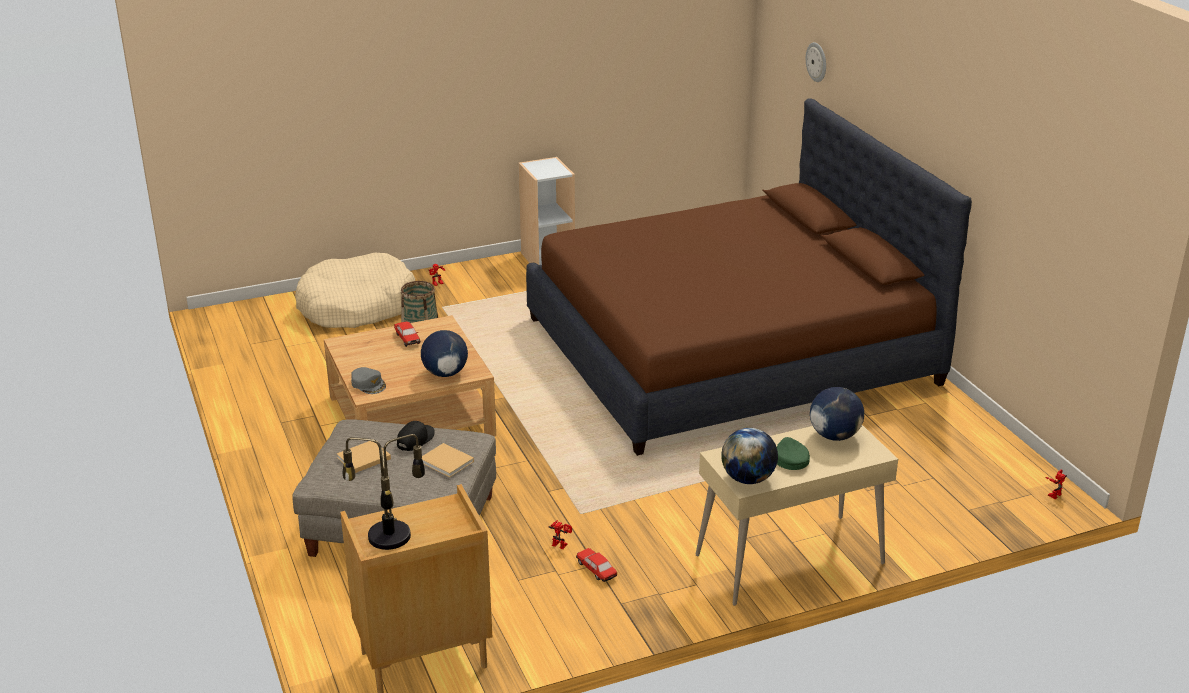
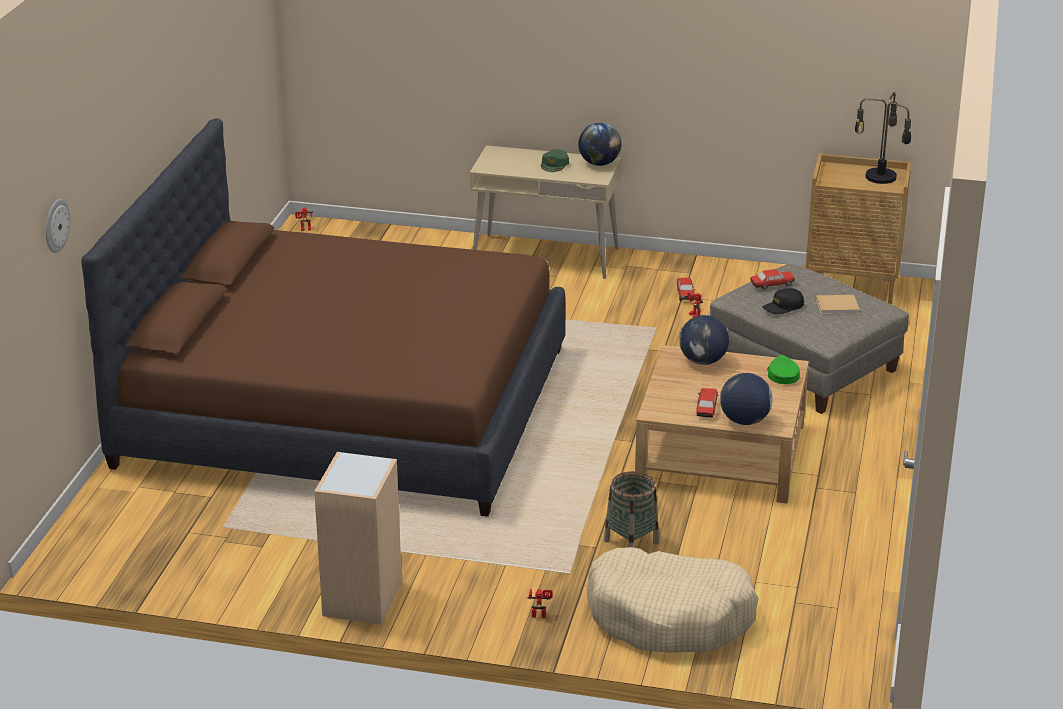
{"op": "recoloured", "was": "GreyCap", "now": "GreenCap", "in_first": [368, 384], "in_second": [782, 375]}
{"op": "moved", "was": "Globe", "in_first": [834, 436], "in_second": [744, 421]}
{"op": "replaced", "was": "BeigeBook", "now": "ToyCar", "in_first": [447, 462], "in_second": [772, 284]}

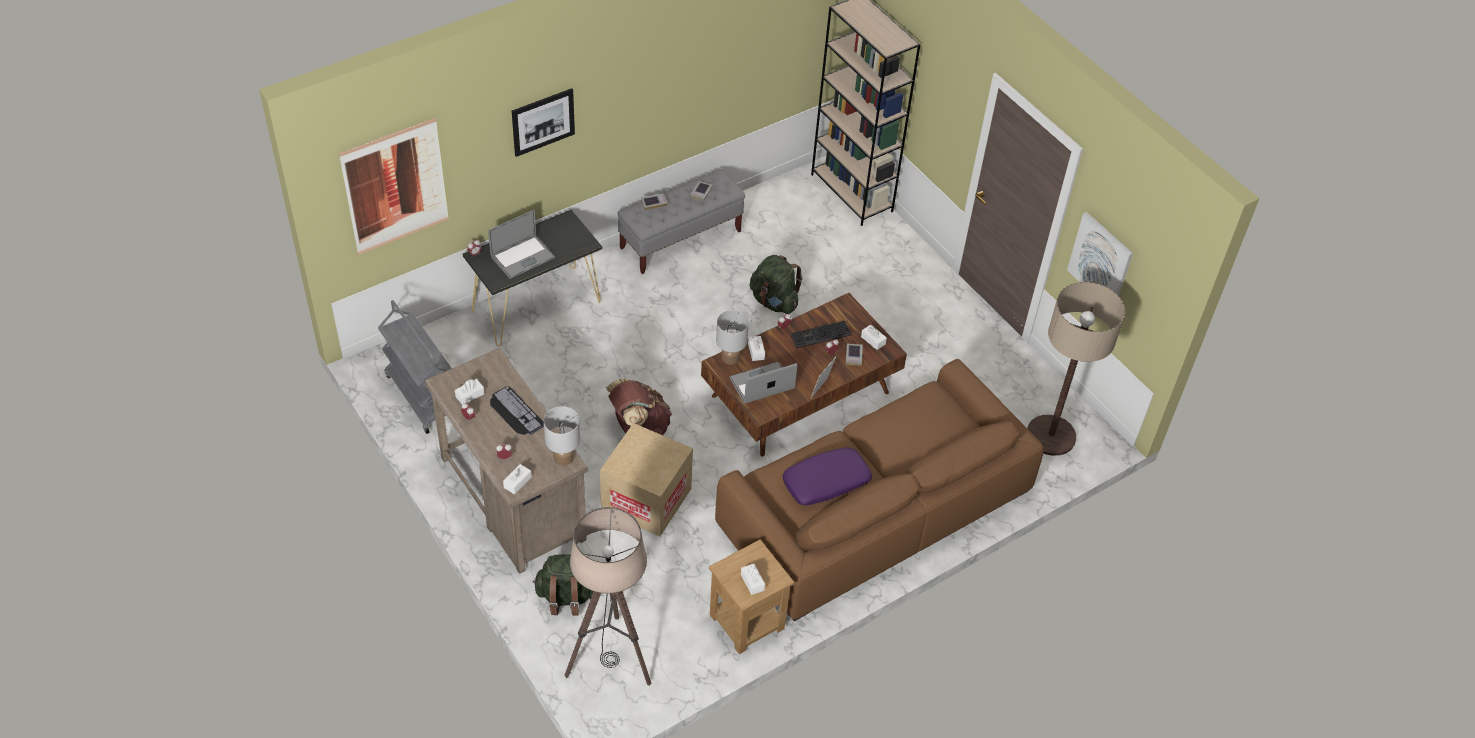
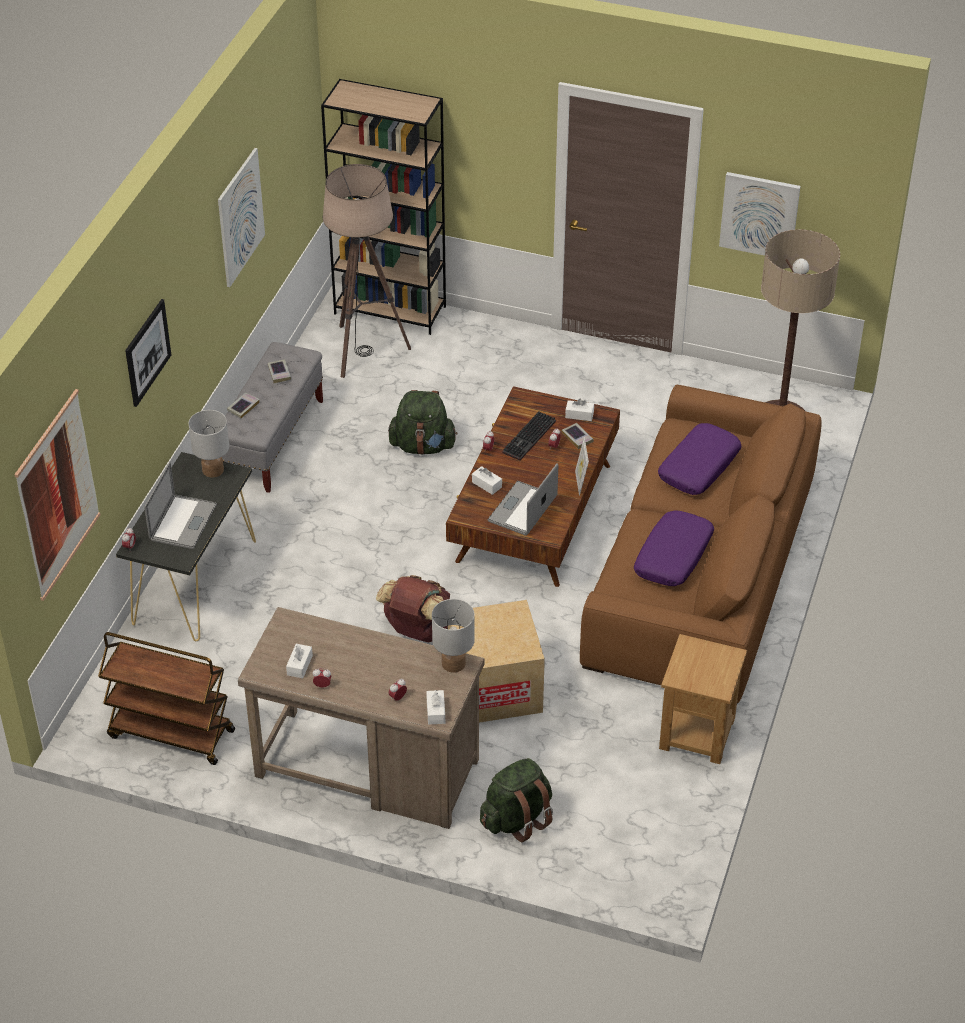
{"op": "recoloured", "was": "GreyCart", "now": "BrownCart", "in_first": [421, 396], "in_second": [170, 734]}
{"op": "moved", "was": "GreyTableLamp", "in_first": [730, 358], "in_second": [213, 470]}
{"op": "removed", "was": "Keyboard", "in_first": [514, 412]}
{"op": "moved", "was": "FloorLamp", "in_first": [611, 658], "in_second": [364, 350]}
{"op": "removed", "was": "WhiteTissueBox", "in_first": [752, 582]}
{"op": "added", "now": "Picture", "in_second": [240, 217]}
{"op": "added", "now": "PurplePillow", "in_second": [698, 466]}

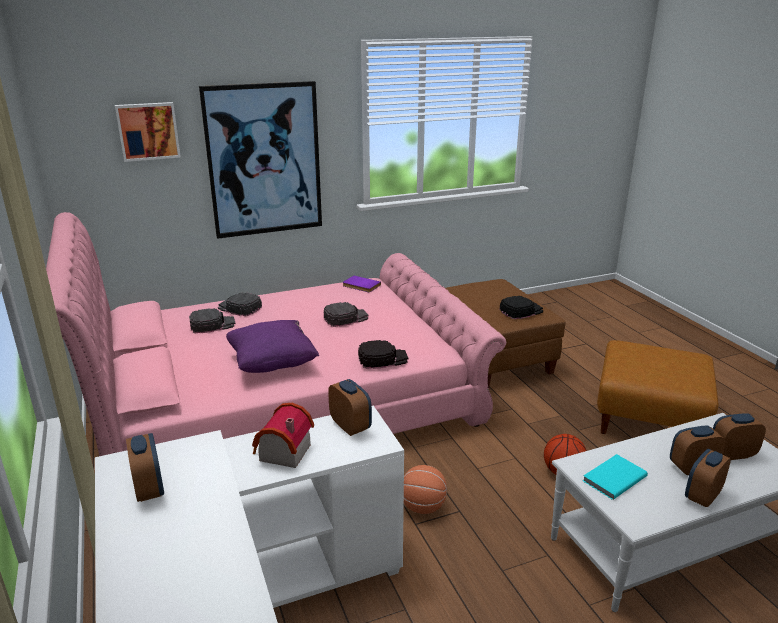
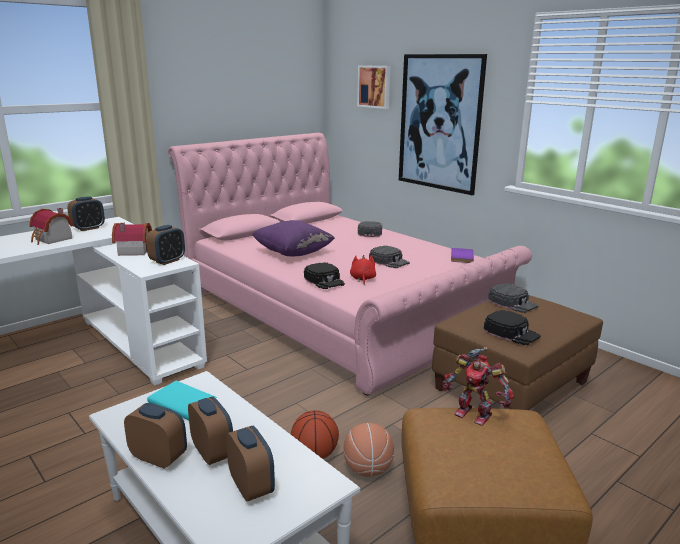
{"op": "moved", "was": "BlackCap", "in_first": [212, 324], "in_second": [513, 303]}
{"op": "moved", "was": "Basketball", "in_first": [422, 507], "in_second": [367, 469]}
{"op": "added", "now": "ToyHouse", "in_second": [52, 239]}
{"op": "added", "now": "RedPlushToy", "in_second": [362, 279]}
{"op": "added", "now": "ToyRobot", "in_second": [474, 413]}

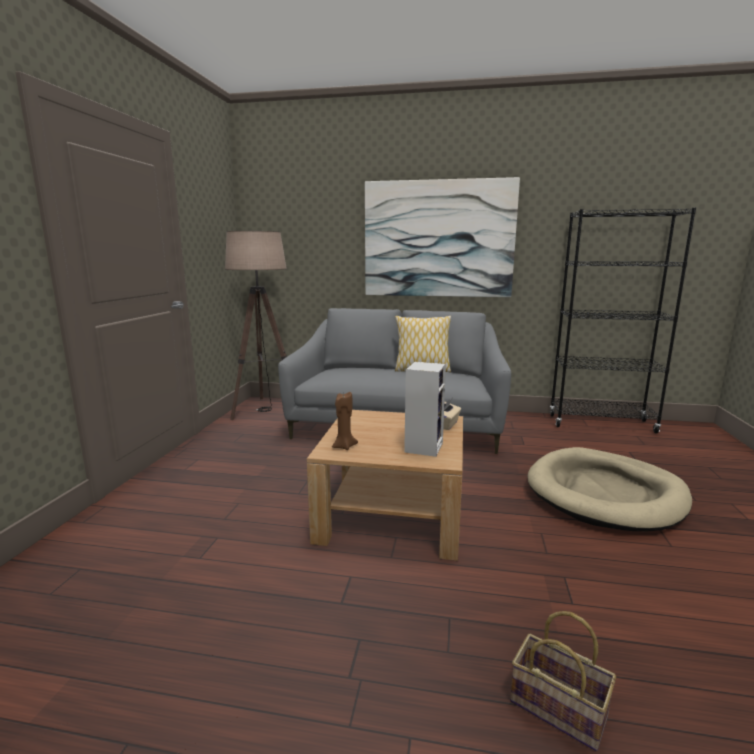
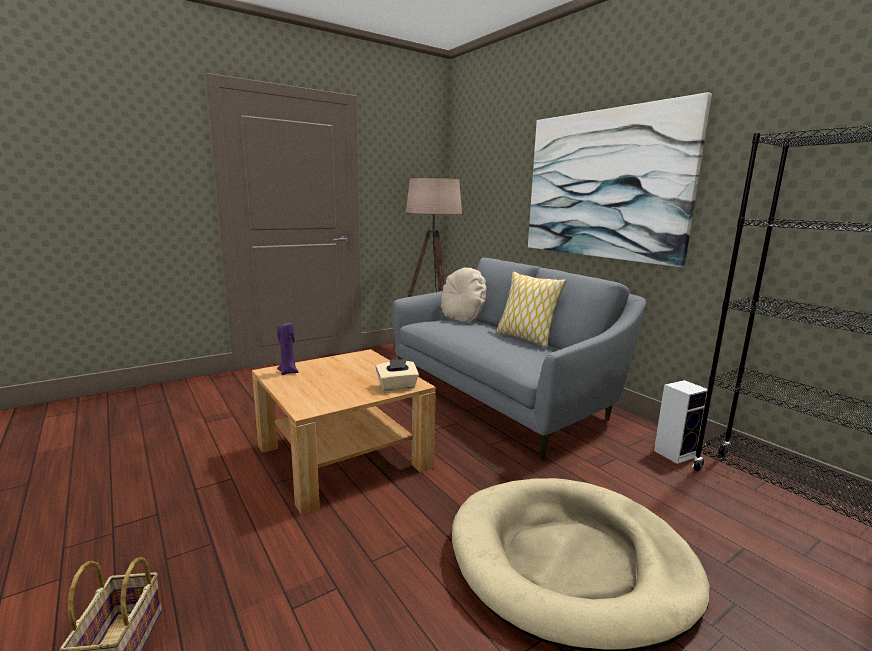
{"op": "moved", "was": "Speaker", "in_first": [423, 447], "in_second": [675, 453]}
{"op": "recoloured", "was": "BrownCandle", "now": "PurpleCandle", "in_first": [344, 446], "in_second": [288, 372]}
{"op": "added", "now": "BeigePillow", "in_second": [462, 320]}

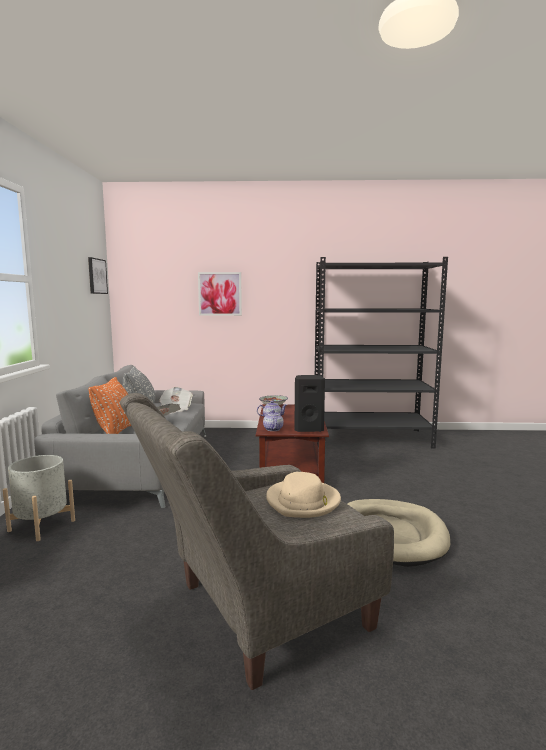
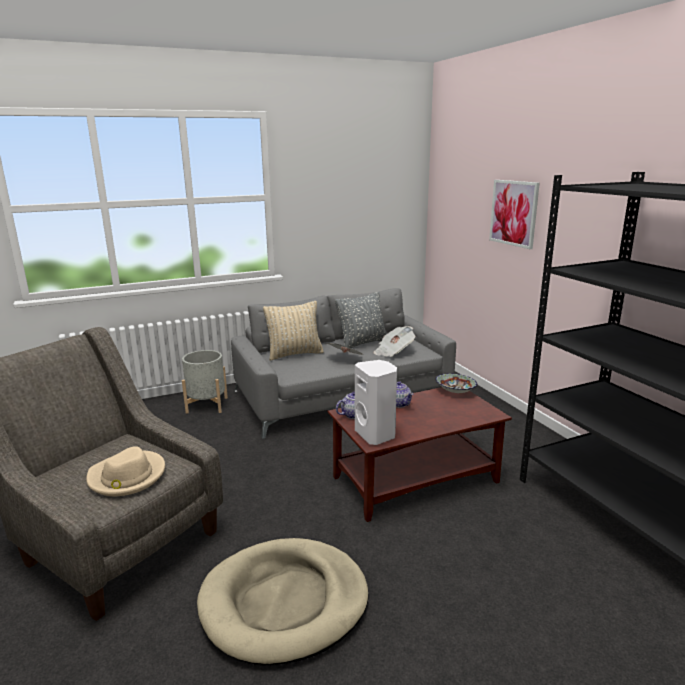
{"op": "removed", "was": "Picture", "in_first": [96, 276]}
{"op": "recoloured", "was": "BlackSpeaker", "now": "WhiteSpeaker", "in_first": [308, 429], "in_second": [376, 435]}
{"op": "recoloured", "was": "OrangePillow", "now": "BeigePillow", "in_first": [116, 432], "in_second": [295, 354]}

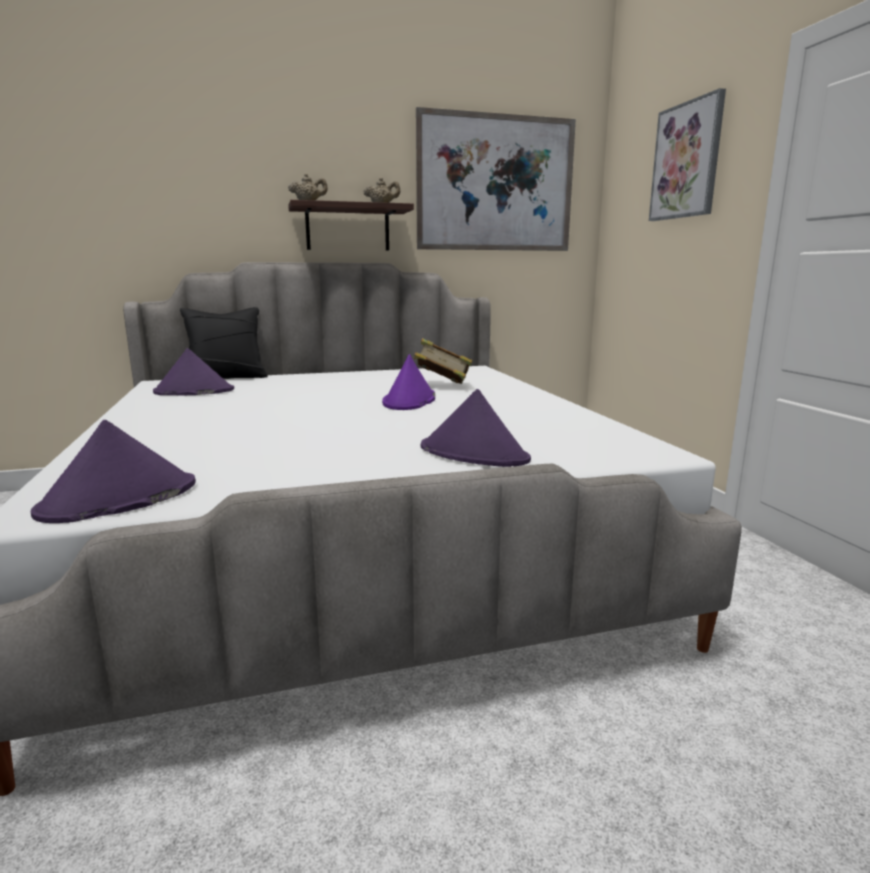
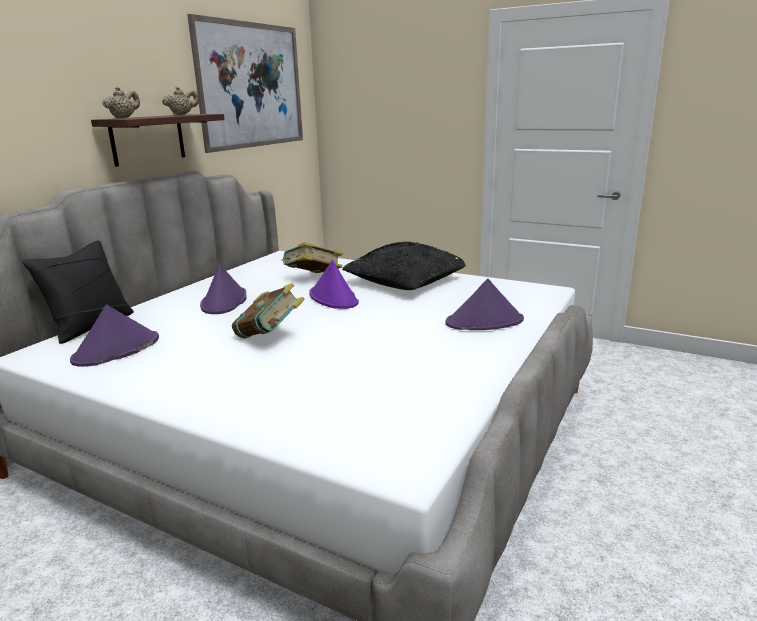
{"op": "removed", "was": "Picture", "in_first": [686, 161]}
{"op": "moved", "was": "PurpleHat", "in_first": [119, 499], "in_second": [224, 302]}
{"op": "added", "now": "BlackPillow", "in_second": [406, 281]}
{"op": "added", "now": "Book", "in_second": [270, 337]}

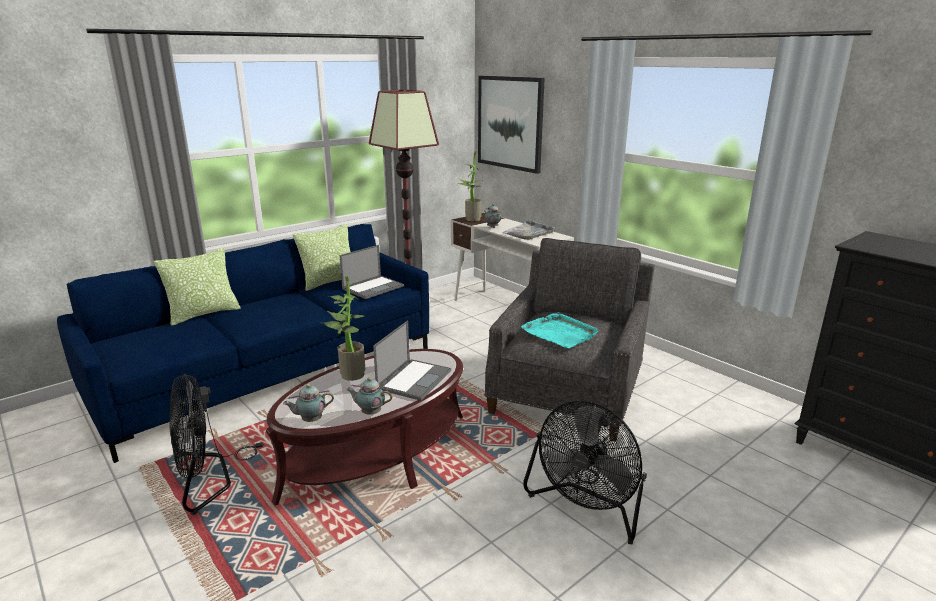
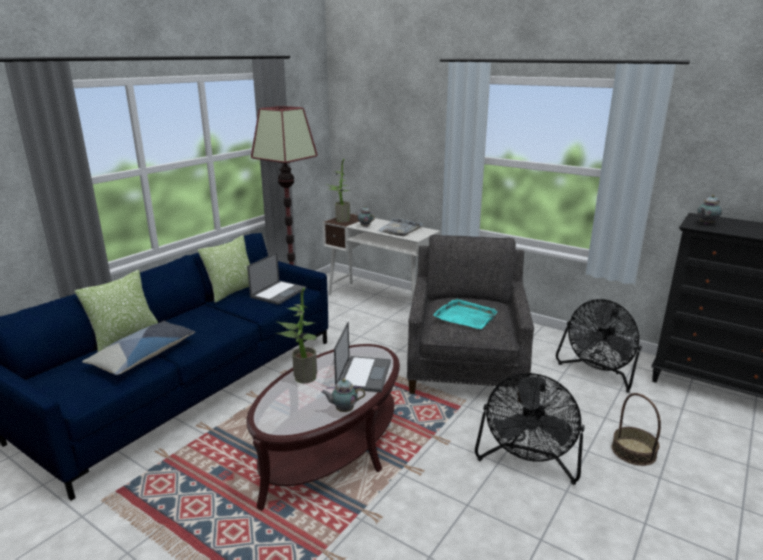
{"op": "removed", "was": "Picture", "in_first": [510, 123]}
{"op": "moved", "was": "BlackFan", "in_first": [209, 474], "in_second": [596, 370]}
{"op": "moved", "was": "Teapot", "in_first": [310, 420], "in_second": [705, 224]}
{"op": "added", "now": "Pillow", "in_second": [144, 356]}
{"op": "added", "now": "Basket", "in_second": [633, 451]}

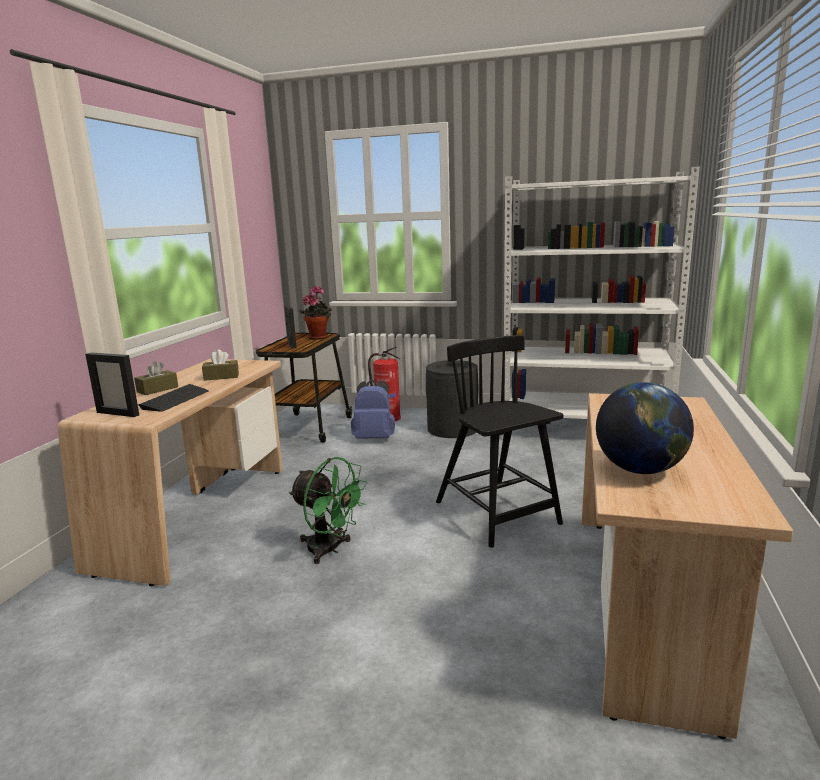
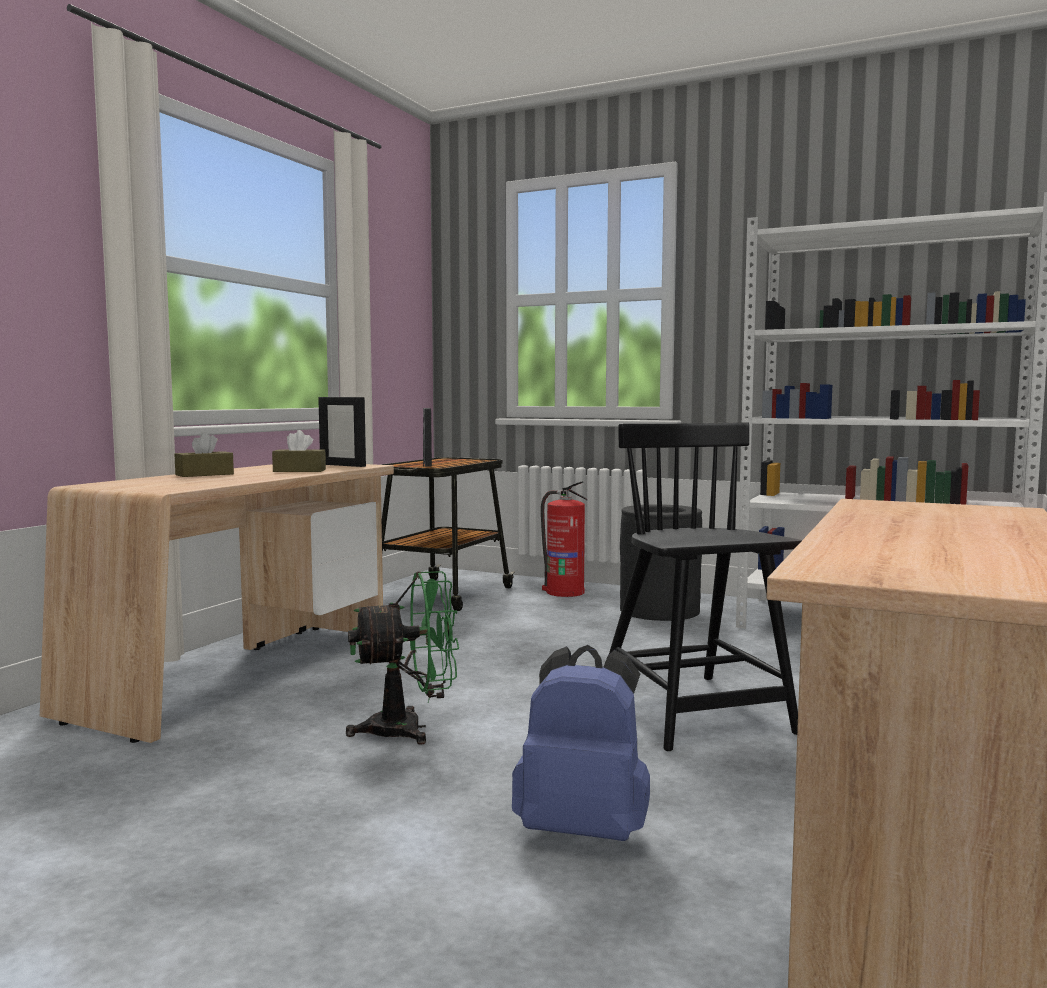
{"op": "removed", "was": "PottedPlant", "in_first": [319, 337]}
{"op": "moved", "was": "PictureFrame", "in_first": [118, 413], "in_second": [343, 465]}
{"op": "moved", "was": "BlueBackpack", "in_first": [374, 438], "in_second": [584, 829]}
{"op": "removed", "was": "Globe", "in_first": [640, 470]}
{"op": "removed", "was": "Keyboard", "in_first": [175, 399]}
{"op": "turned", "was": "GreenFan", "in_first": [330, 550], "in_second": [409, 729], "clockwise": -60}

